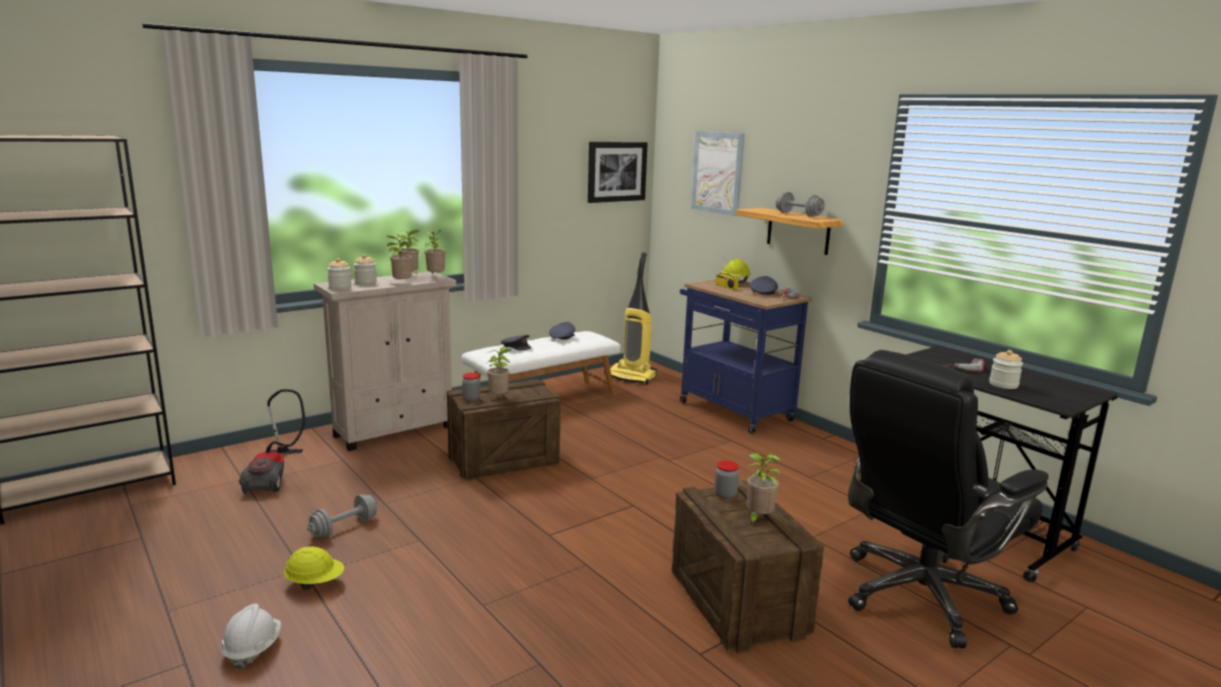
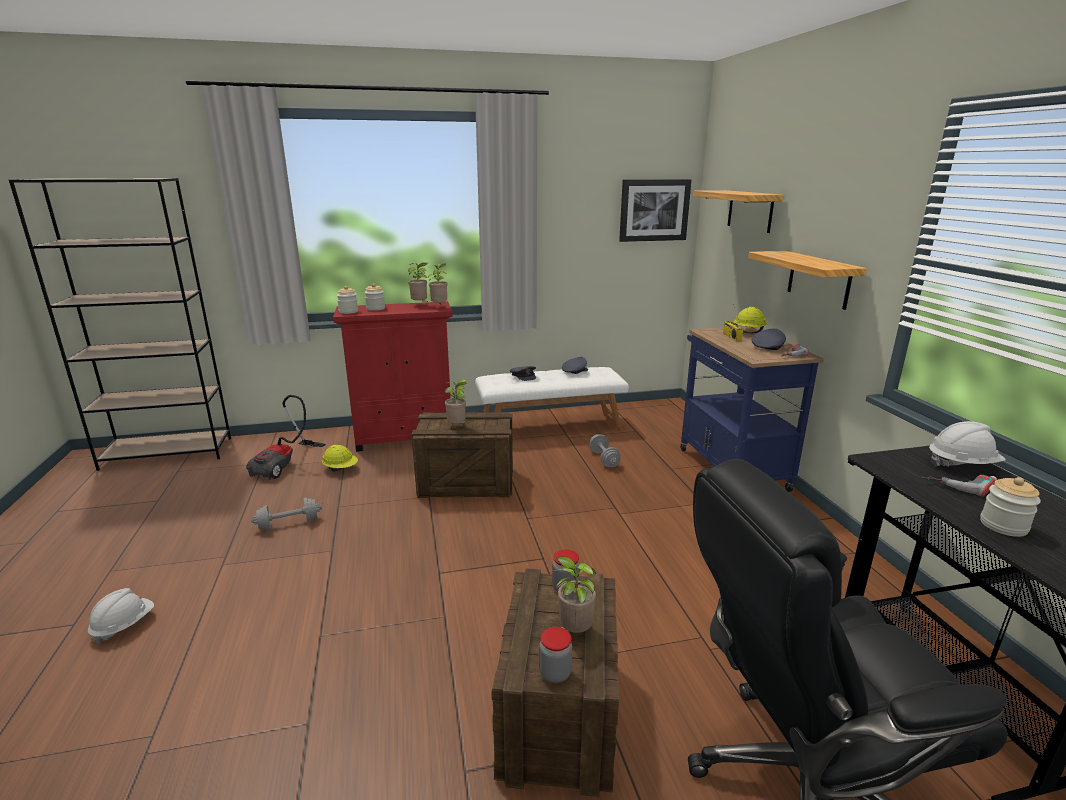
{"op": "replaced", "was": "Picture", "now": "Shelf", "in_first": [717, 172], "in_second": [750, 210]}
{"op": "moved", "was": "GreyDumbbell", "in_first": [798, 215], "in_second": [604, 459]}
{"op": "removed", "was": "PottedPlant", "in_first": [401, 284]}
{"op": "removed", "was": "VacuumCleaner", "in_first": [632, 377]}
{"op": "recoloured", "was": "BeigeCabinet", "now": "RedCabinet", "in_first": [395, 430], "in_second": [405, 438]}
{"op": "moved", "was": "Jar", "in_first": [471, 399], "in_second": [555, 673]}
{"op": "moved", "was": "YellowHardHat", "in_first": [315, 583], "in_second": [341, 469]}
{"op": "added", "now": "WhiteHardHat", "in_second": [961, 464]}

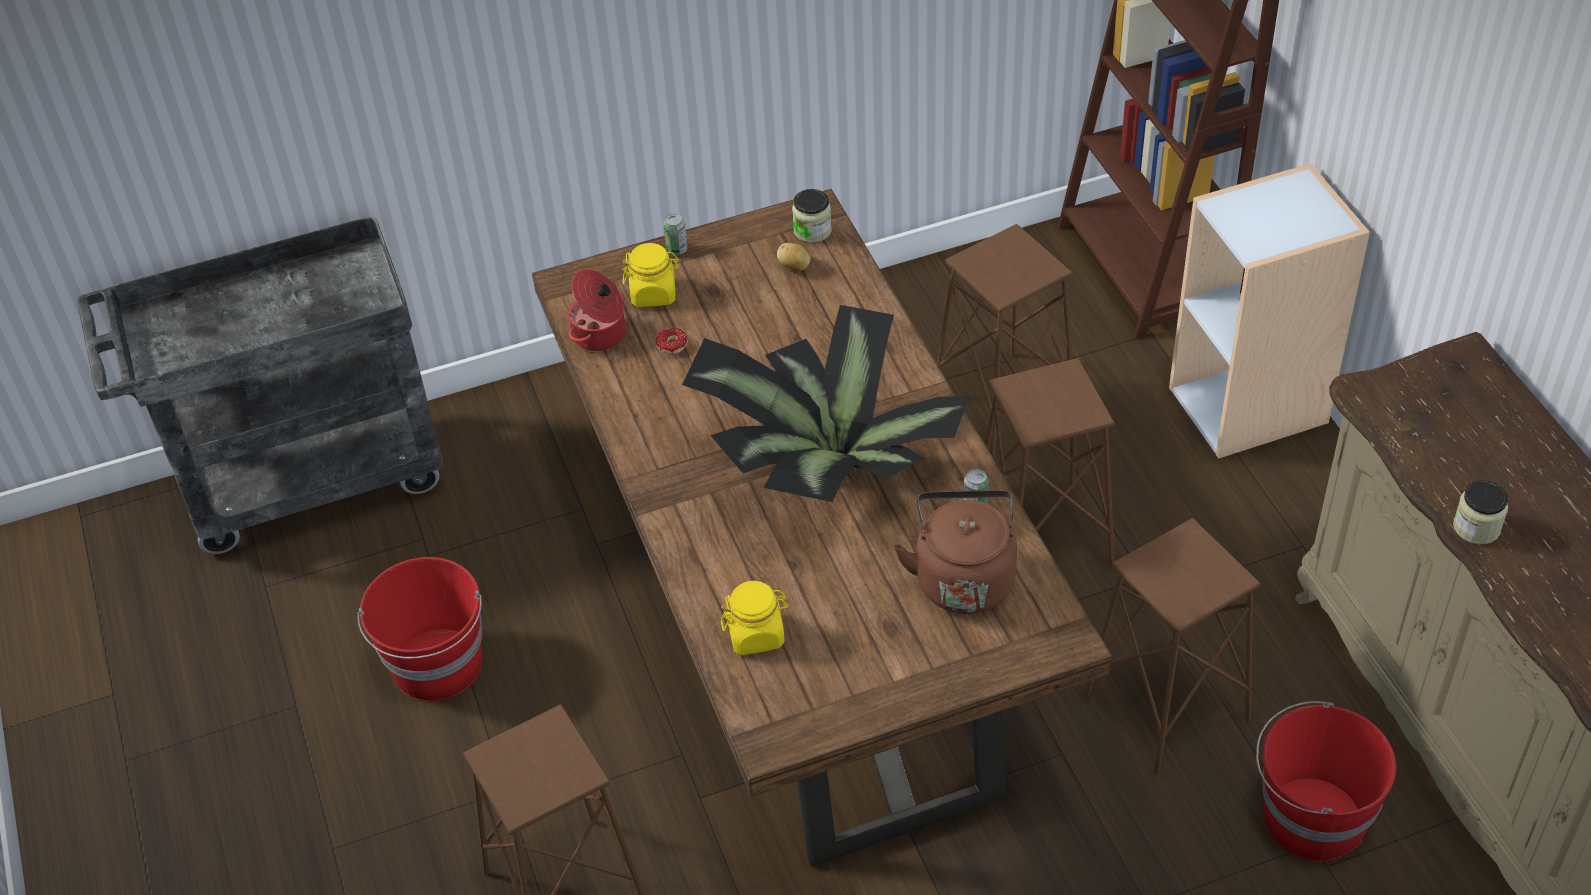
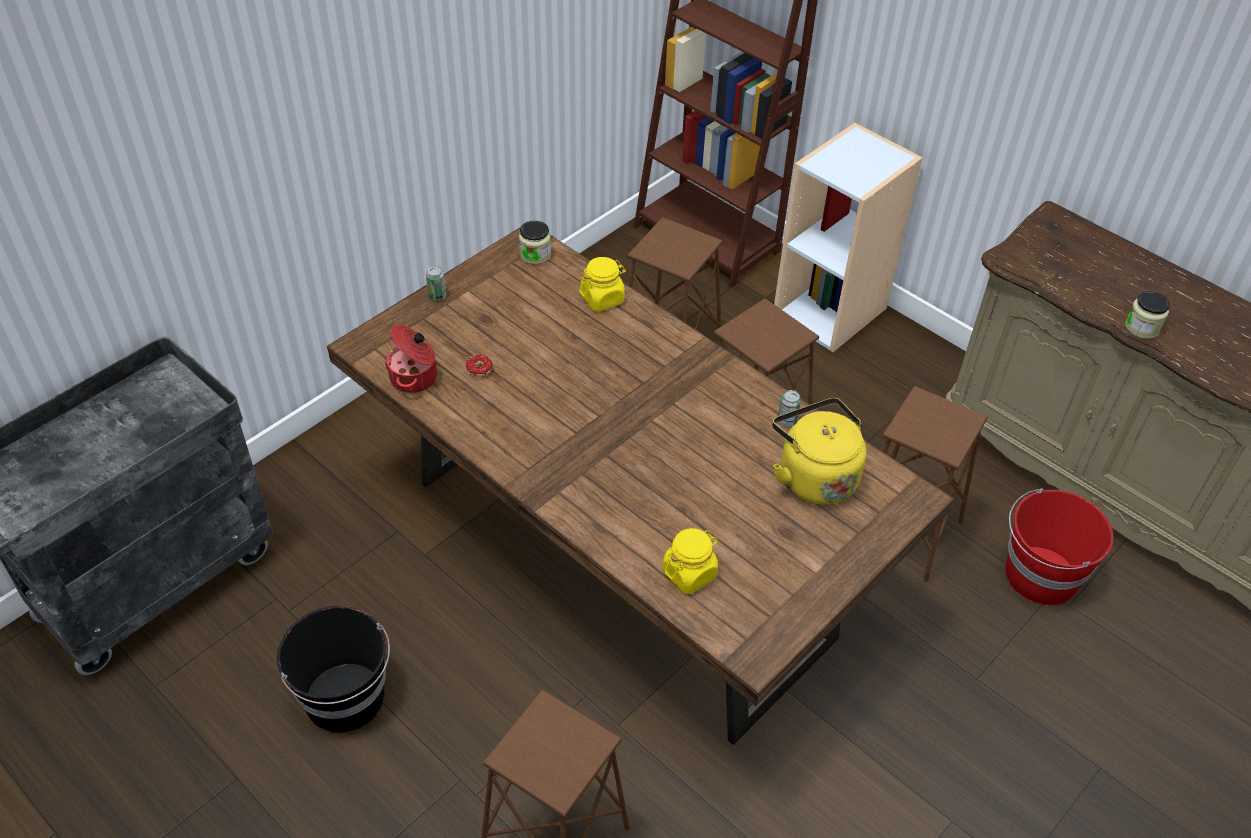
{"op": "moved", "was": "YellowJar", "in_first": [654, 293], "in_second": [602, 298]}
{"op": "removed", "was": "Potato", "in_first": [794, 267]}
{"op": "removed", "was": "PottedPlant", "in_first": [824, 471]}
{"op": "recoloured", "was": "BrownKettle", "now": "YellowKettle", "in_first": [963, 577], "in_second": [813, 476]}
{"op": "recoloured", "was": "RedBucket", "now": "BlackBucket", "in_first": [438, 666], "in_second": [346, 698]}

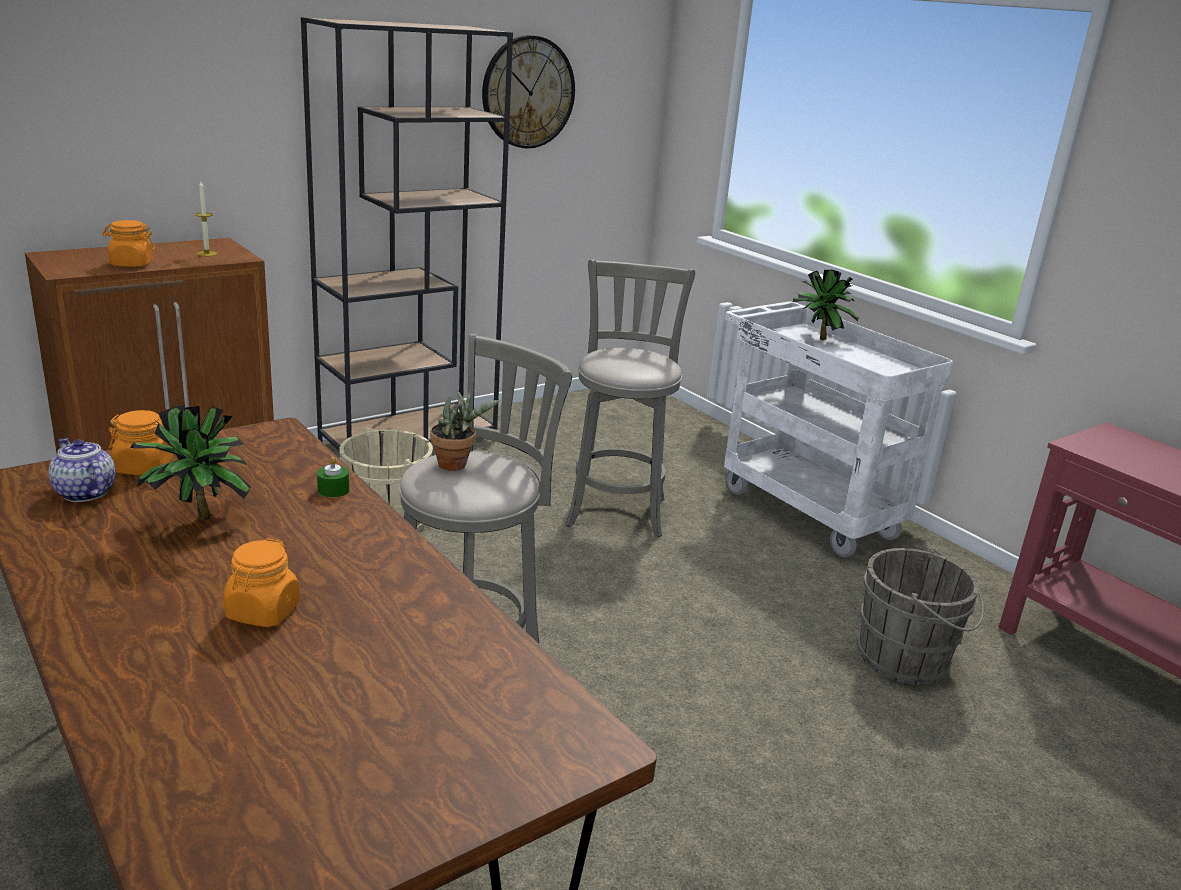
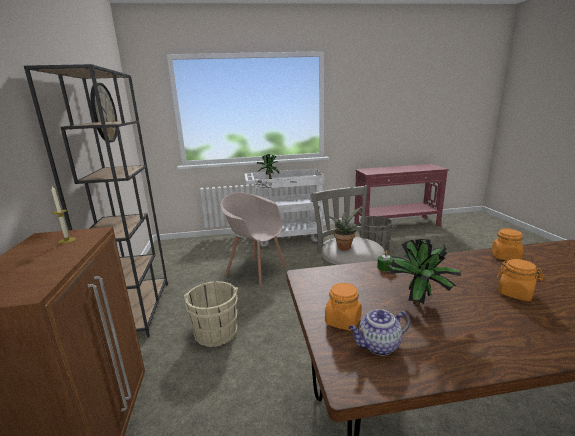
{"op": "moved", "was": "OrangeJar", "in_first": [131, 264], "in_second": [505, 257]}
{"op": "replaced", "was": "GreyStool", "now": "BeigeChair", "in_first": [617, 509], "in_second": [256, 270]}

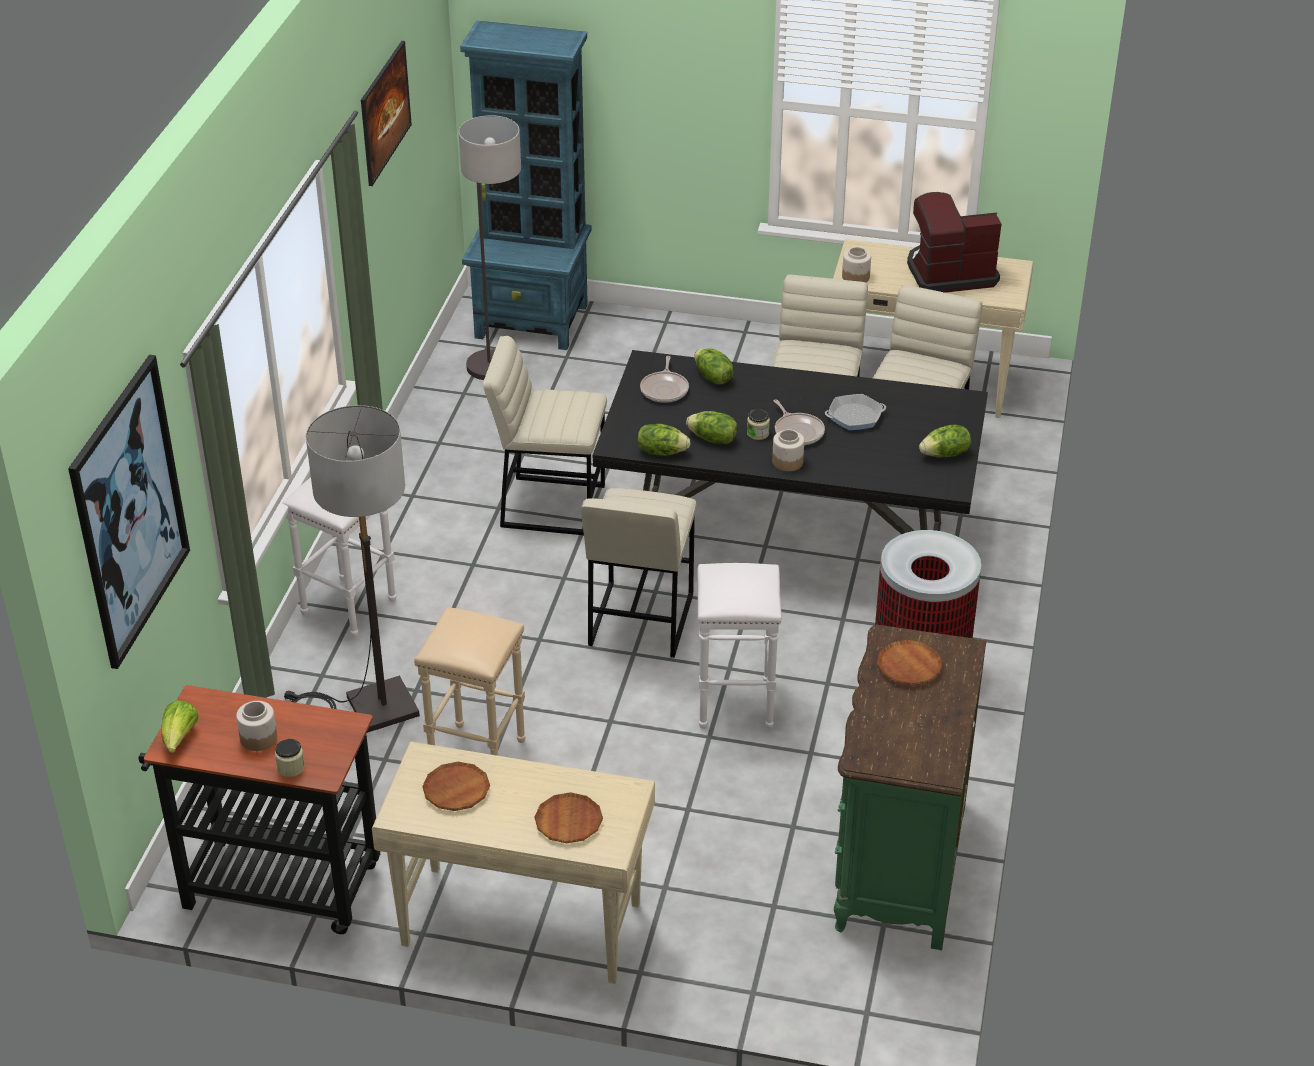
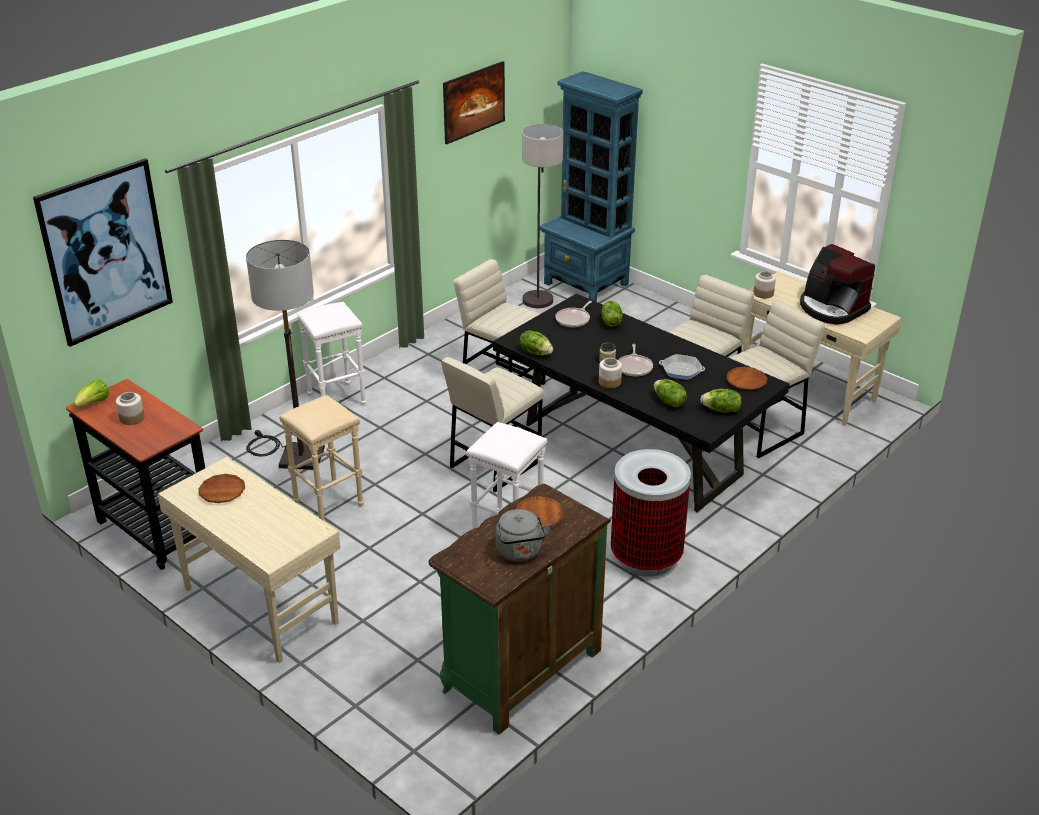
{"op": "turned", "was": "CoffeeMachine", "in_first": [949, 273], "in_second": [832, 308], "clockwise": -150}
{"op": "moved", "was": "Lettuce", "in_first": [712, 439], "in_second": [669, 402]}
{"op": "removed", "was": "Jar", "in_first": [291, 767]}
{"op": "moved", "was": "BrownPlate", "in_first": [568, 822], "in_second": [746, 381]}
{"op": "added", "now": "GreyKettle", "in_second": [520, 553]}

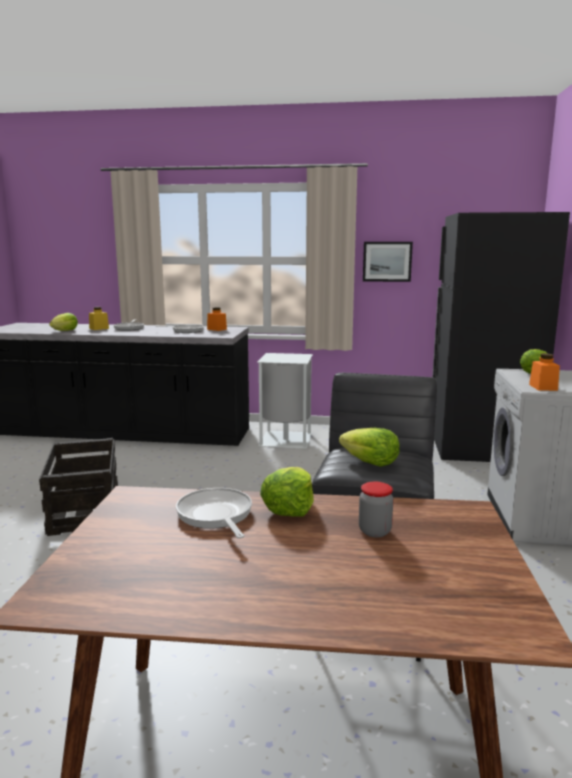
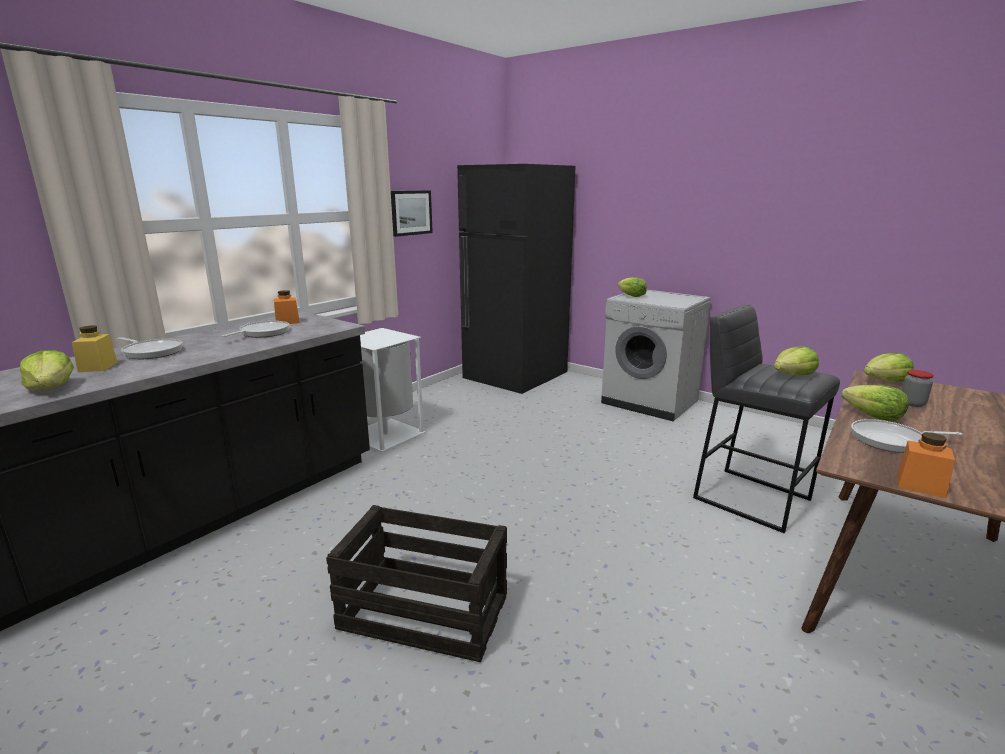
{"op": "moved", "was": "OrangeJar", "in_first": [543, 387], "in_second": [920, 485]}
{"op": "added", "now": "Lettuce", "in_second": [885, 381]}

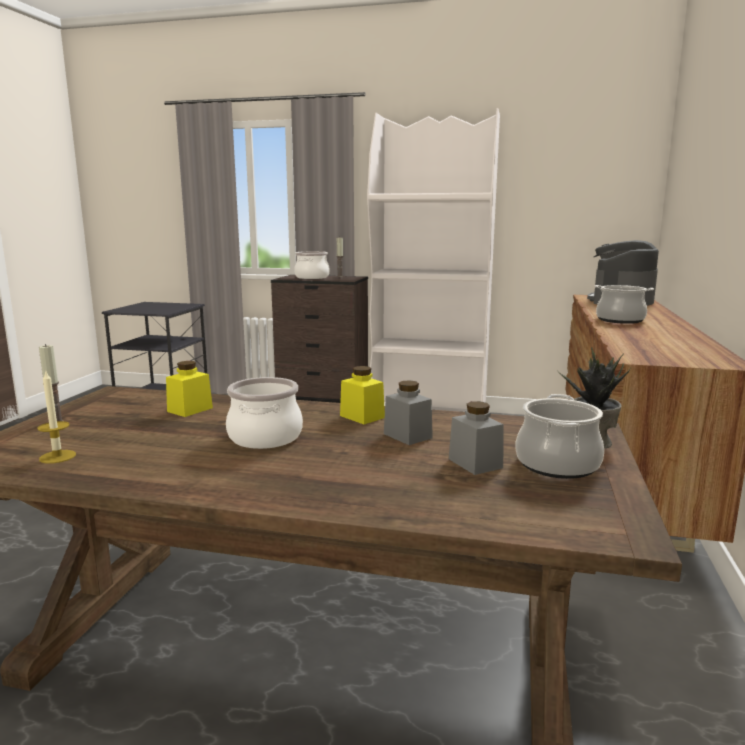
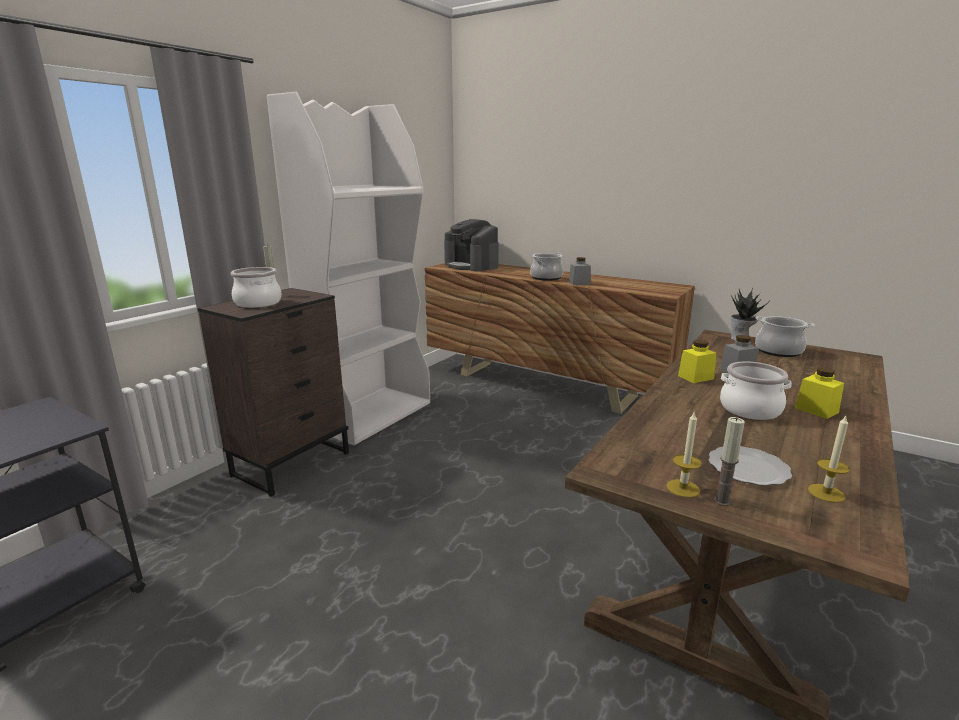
{"op": "moved", "was": "YellowJar", "in_first": [190, 410], "in_second": [816, 410]}
{"op": "moved", "was": "GreyJar", "in_first": [475, 463], "in_second": [579, 283]}
{"op": "added", "now": "Candle", "in_second": [683, 488]}
{"op": "added", "now": "Plate", "in_second": [749, 468]}

